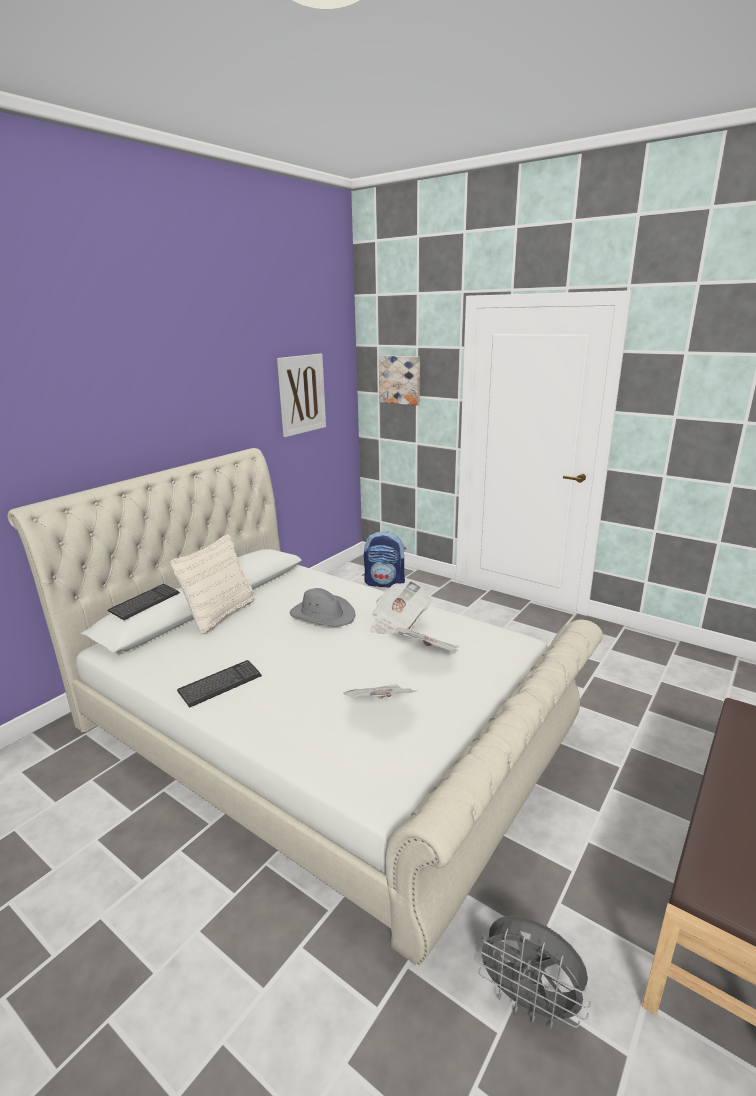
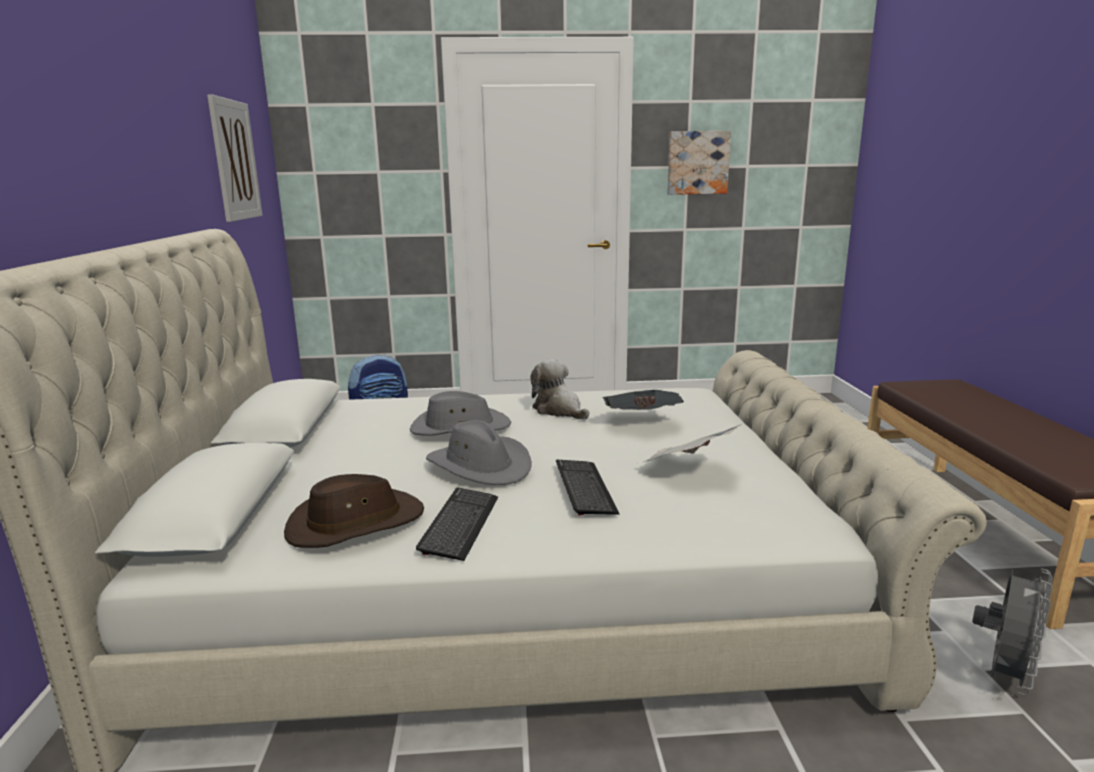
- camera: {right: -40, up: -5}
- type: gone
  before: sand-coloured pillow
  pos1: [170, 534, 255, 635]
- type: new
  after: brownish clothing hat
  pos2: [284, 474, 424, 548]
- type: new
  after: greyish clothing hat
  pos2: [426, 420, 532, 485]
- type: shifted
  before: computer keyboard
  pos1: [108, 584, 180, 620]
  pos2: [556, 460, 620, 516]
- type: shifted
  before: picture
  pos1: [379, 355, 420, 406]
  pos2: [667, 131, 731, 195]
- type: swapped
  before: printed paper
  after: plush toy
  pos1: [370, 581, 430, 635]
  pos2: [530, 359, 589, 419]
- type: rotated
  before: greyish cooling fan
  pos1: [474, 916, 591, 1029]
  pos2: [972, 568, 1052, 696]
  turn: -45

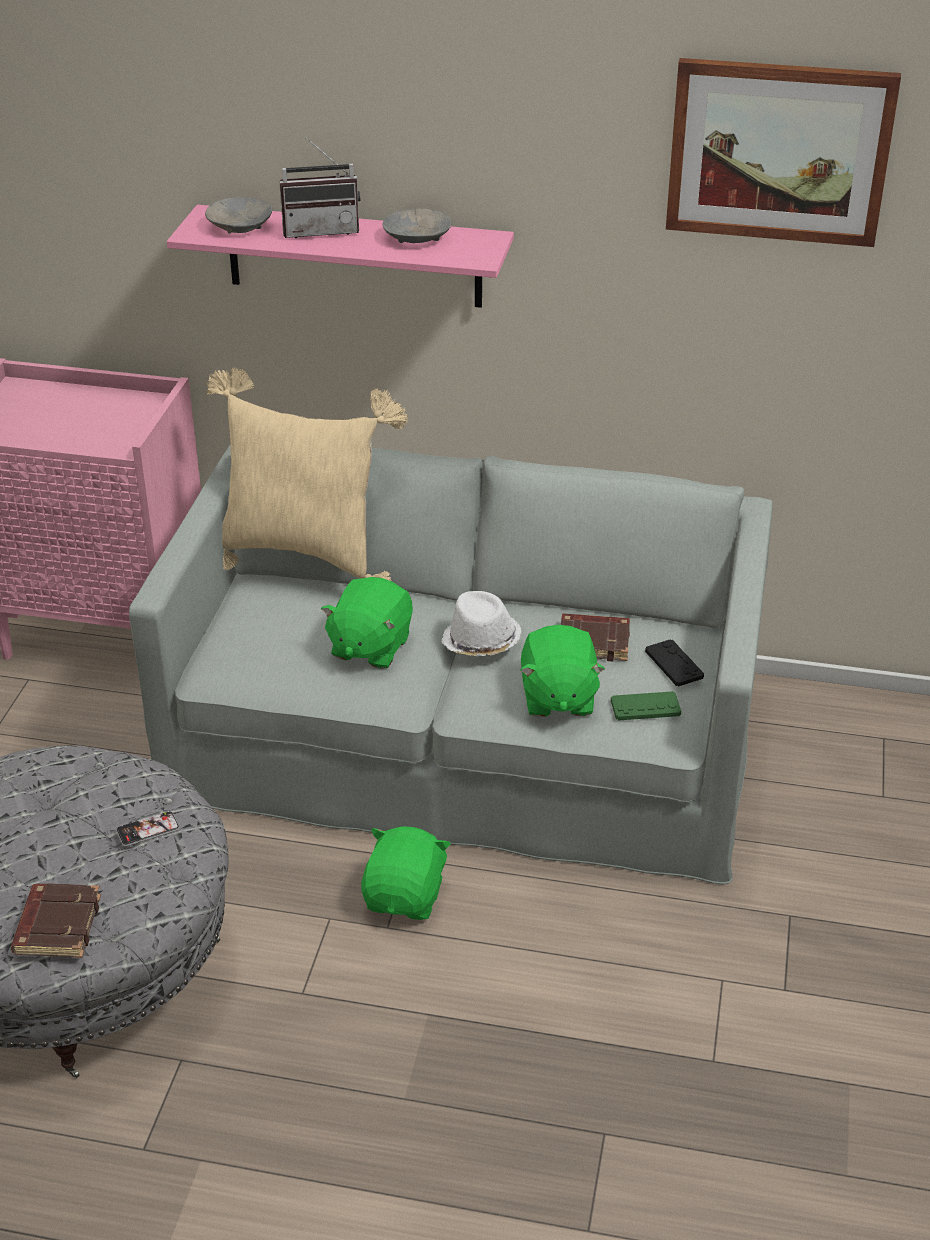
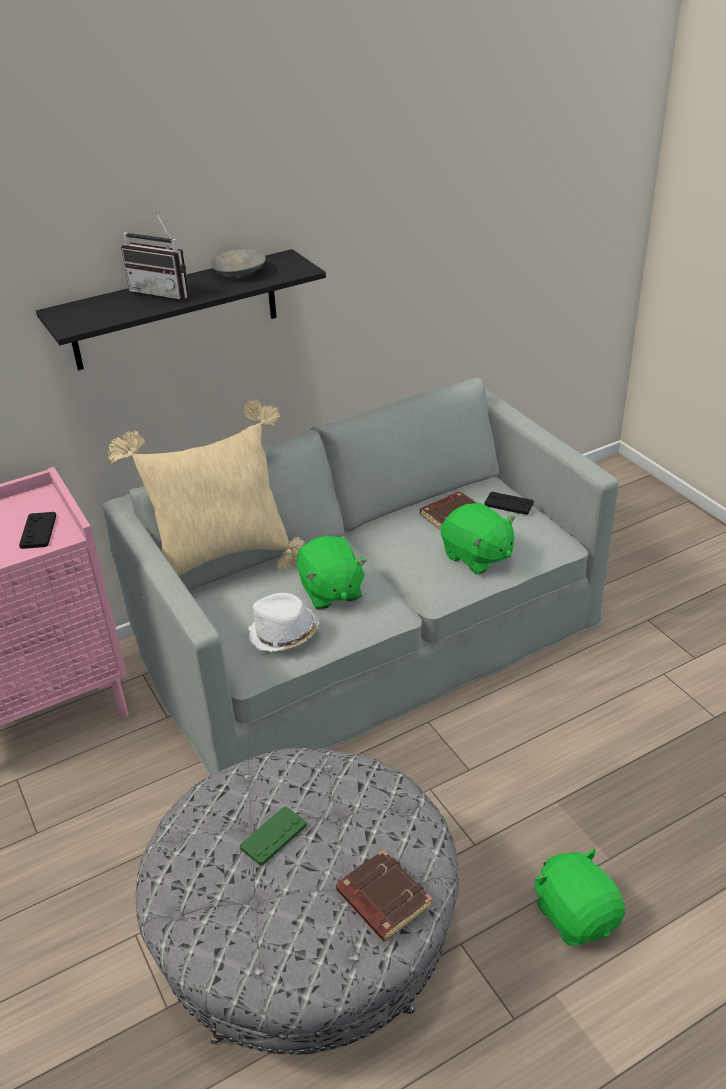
- camera: {right: -40, up: 0}
- type: gone
  before: telephone
  pos1: [116, 811, 180, 847]
- type: gone
  before: greyish bowl
  pos1: [205, 197, 272, 234]
- type: gone
  before: picture
  pos1: [666, 58, 901, 247]
- type: new
  after: blackish game controller
  pos2: [19, 512, 56, 549]
- type: shifted
  before: green-coloured plush toy
  pos1: [361, 826, 451, 920]
  pos2: [534, 848, 625, 946]
- type: shifted
  before: white-coloured clothing hat
  pos1: [441, 591, 521, 656]
  pos2: [249, 593, 319, 652]
- type: shifted
  before: green-coloured game controller
  pos1: [611, 691, 681, 721]
  pos2: [240, 807, 307, 866]
- type: repainted
  before: pink shelf
  after: blackish shelf
  pos1: [167, 205, 514, 308]
  pos2: [36, 249, 326, 370]
- type: rotated
  before: radio
  pos1: [279, 137, 360, 238]
  pos2: [121, 211, 189, 300]
  turn: 75

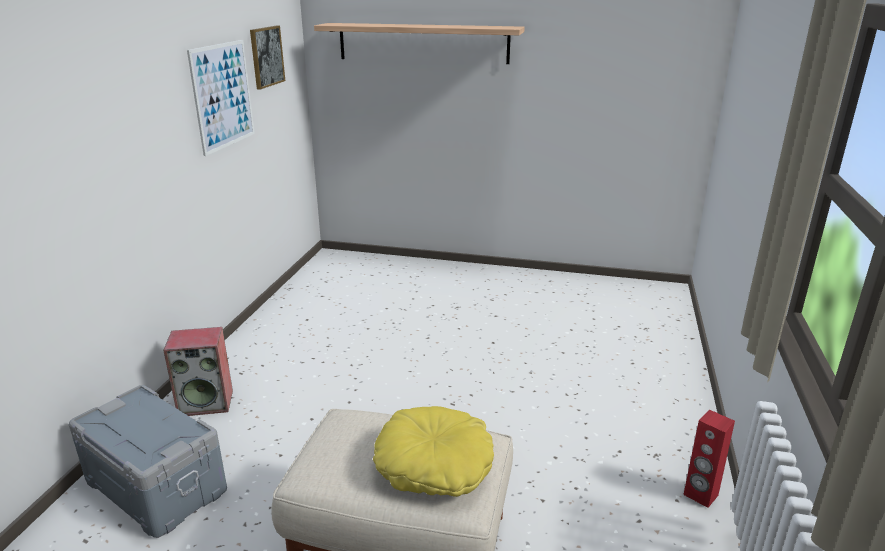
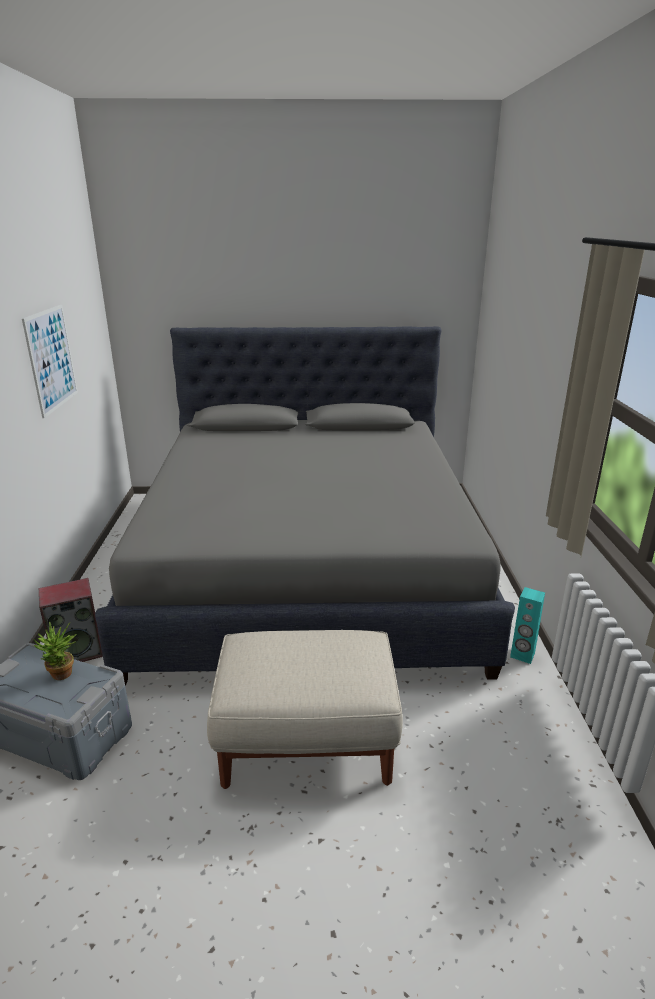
- camera: {right: -15, up: 0}
- type: gone
  before: picture
  pos1: [250, 26, 285, 89]
- type: gone
  before: shelf
  pos1: [314, 23, 525, 64]
- type: gone
  before: yellow-coloured pillow
  pos1: [373, 406, 494, 497]
- type: new
  after: potted plant
  pos2: [34, 622, 77, 680]
- type: new
  after: greyish bedroom bed
  pos2: [95, 326, 515, 686]
- type: repainted
  before: red-coloured speaker
  after: blue-green speaker
  pos1: [683, 410, 735, 508]
  pos2: [510, 587, 545, 664]

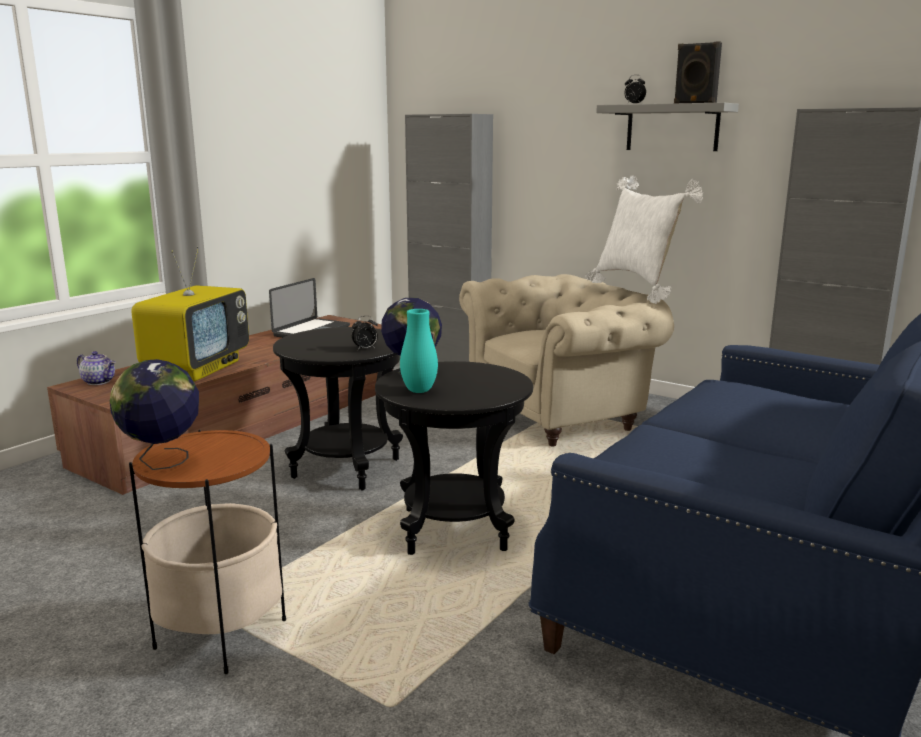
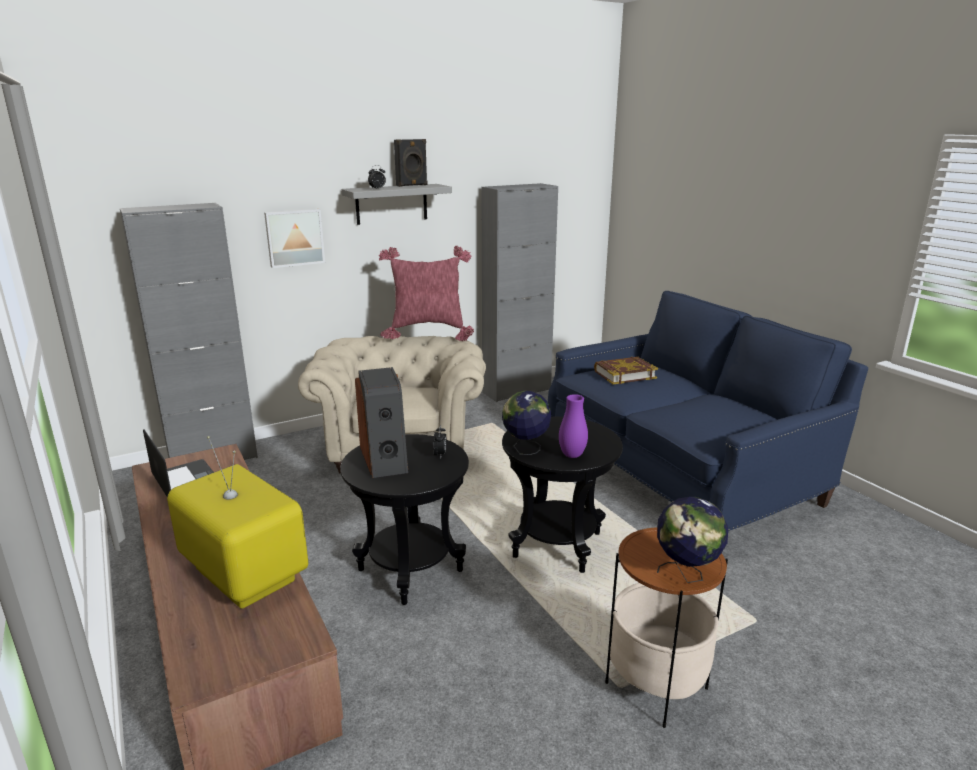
- camera: {right: -65, up: 5}
- type: gone
  before: tea pot
  pos1: [77, 351, 116, 385]
- type: new
  after: picture
  pos2: [264, 209, 325, 268]
- type: new
  after: speaker
  pos2: [355, 367, 408, 478]
- type: new
  after: bound book
  pos2: [594, 357, 658, 385]
- type: repainted
  before: blue-green flower vase
  after: purple-coloured flower vase
  pos1: [400, 309, 438, 393]
  pos2: [559, 394, 588, 458]
- type: repainted
  before: white-coloured pillow
  after: red-coloured pillow
  pos1: [585, 175, 703, 304]
  pos2: [379, 245, 474, 341]

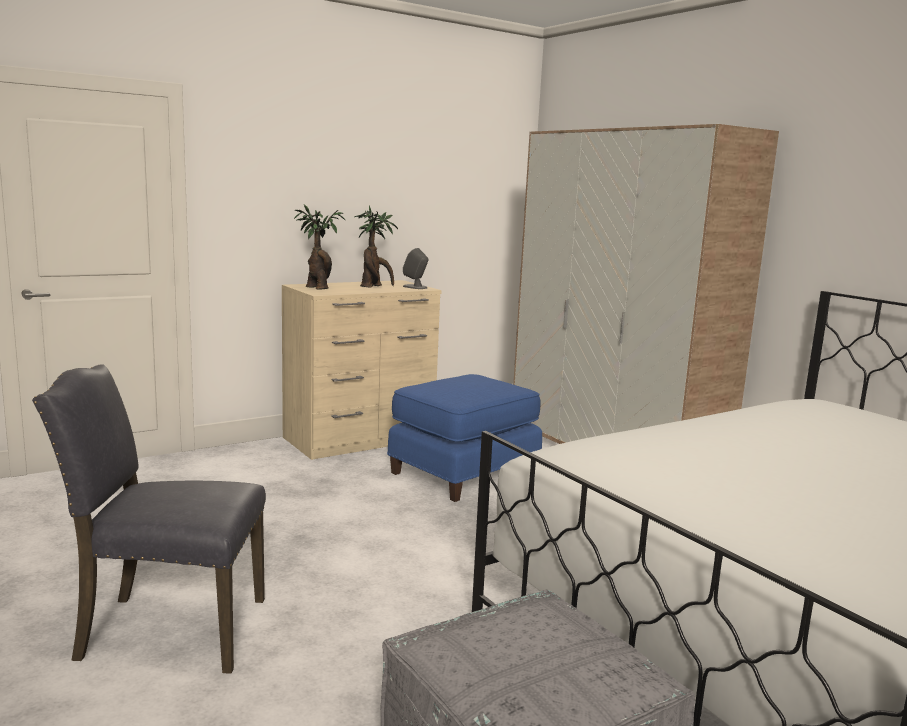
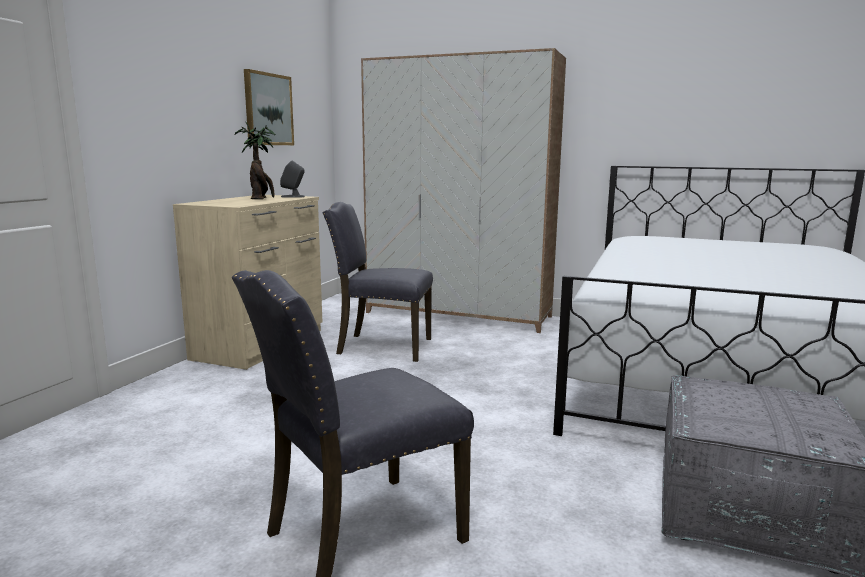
- camera: {right: -35, up: 0}
- type: gone
  before: potted plant
  pos1: [294, 204, 346, 290]
- type: new
  after: picture
  pos2: [244, 69, 294, 145]
- type: swapped
  before: bluish footrest
  after: greyish chair
  pos1: [387, 374, 542, 502]
  pos2: [323, 202, 433, 362]

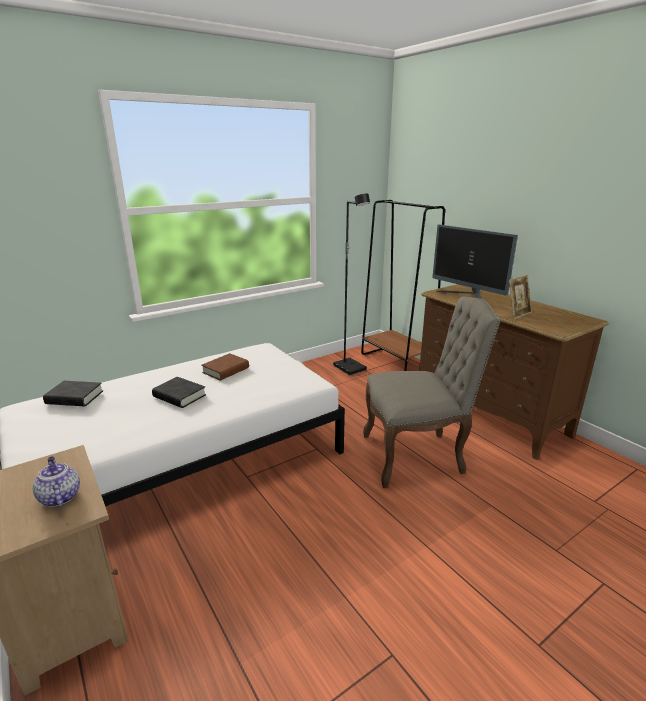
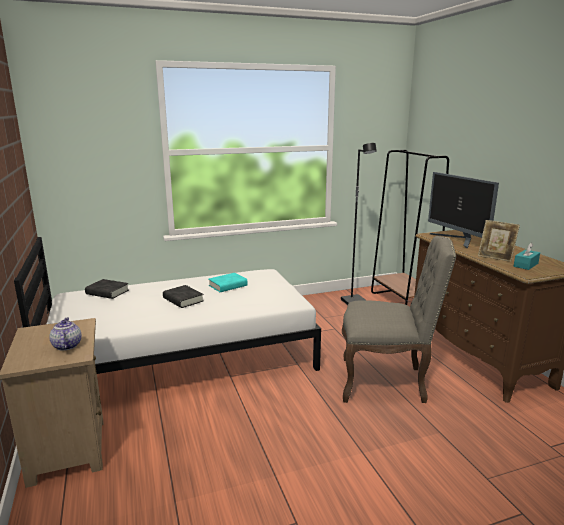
- camera: {right: 15, up: -5}
- type: new
  after: blue-green tissue box
  pos2: [514, 243, 540, 270]
- type: repainted
  before: brownish bound book
  after: blue-green bound book
  pos1: [201, 353, 249, 381]
  pos2: [209, 273, 248, 292]
- type: rotated
  before: photo frame
  pos1: [509, 275, 532, 319]
  pos2: [478, 220, 520, 262]
  turn: 60

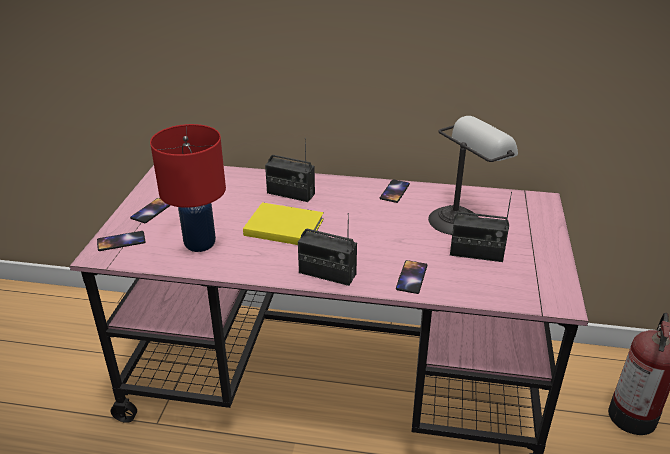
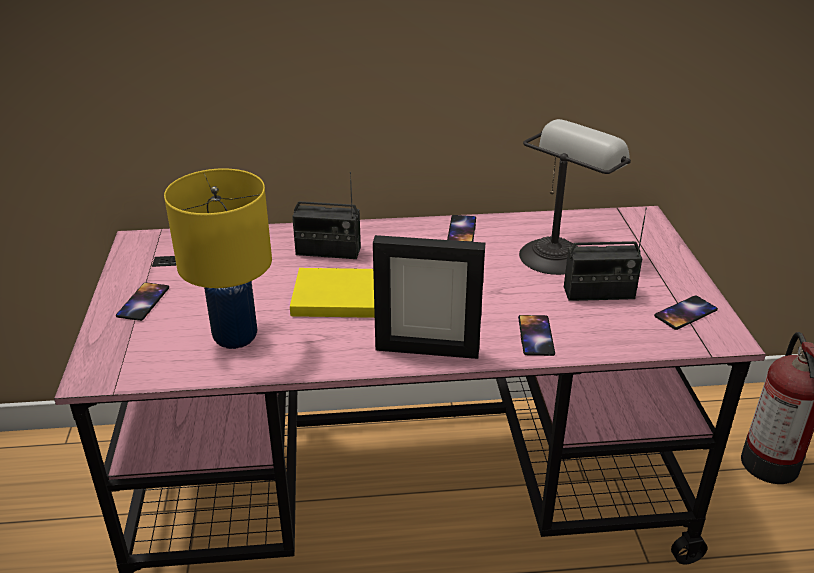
- camera: {right: -15, up: 0}
- type: shifted
  before: telephone
  pos1: [97, 231, 145, 251]
  pos2: [654, 295, 718, 330]
- type: swapped
  before: radio
  after: photo frame
  pos1: [298, 213, 357, 286]
  pos2: [373, 235, 485, 359]
- type: repainted
  before: red-coloured tabletop lamp
  after: yellow-coloured tabletop lamp
  pos1: [150, 124, 226, 252]
  pos2: [164, 168, 272, 349]

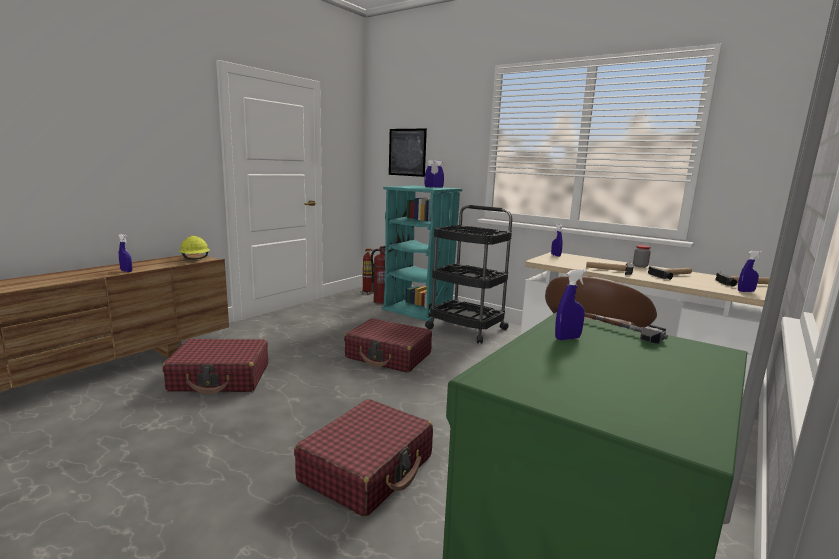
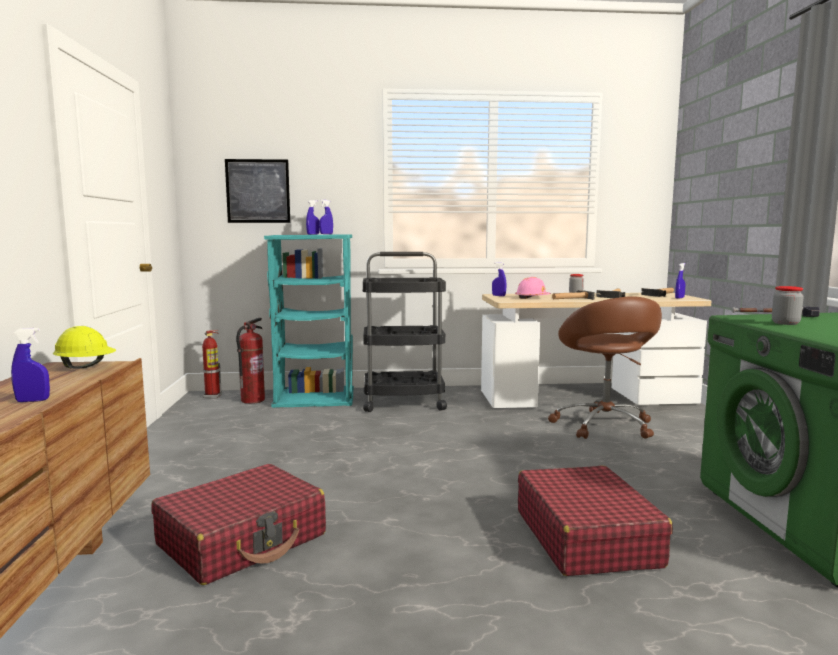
- camera: {right: -40, up: -5}
- type: gone
  before: red-coloured piece of luggage
  pos1: [344, 318, 432, 373]
- type: new
  after: pink safety helmet
  pos2: [515, 277, 551, 299]
- type: swapped
  before: bluish sprayer
  after: storage jar
  pos1: [555, 269, 587, 340]
  pos2: [772, 286, 804, 325]

